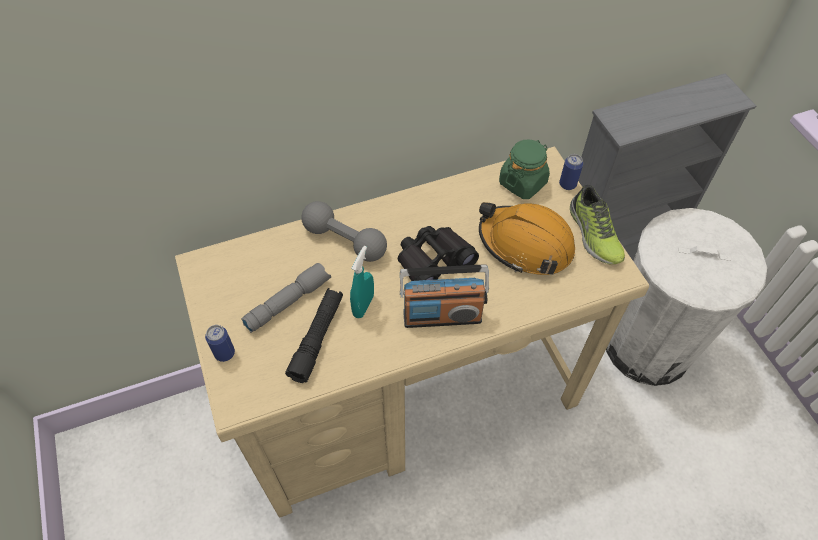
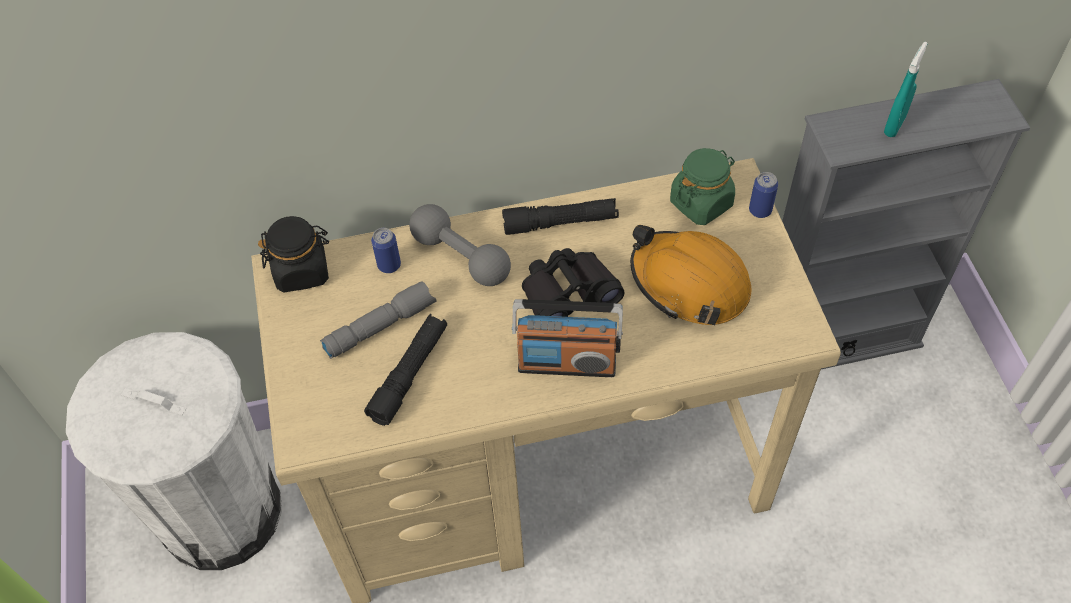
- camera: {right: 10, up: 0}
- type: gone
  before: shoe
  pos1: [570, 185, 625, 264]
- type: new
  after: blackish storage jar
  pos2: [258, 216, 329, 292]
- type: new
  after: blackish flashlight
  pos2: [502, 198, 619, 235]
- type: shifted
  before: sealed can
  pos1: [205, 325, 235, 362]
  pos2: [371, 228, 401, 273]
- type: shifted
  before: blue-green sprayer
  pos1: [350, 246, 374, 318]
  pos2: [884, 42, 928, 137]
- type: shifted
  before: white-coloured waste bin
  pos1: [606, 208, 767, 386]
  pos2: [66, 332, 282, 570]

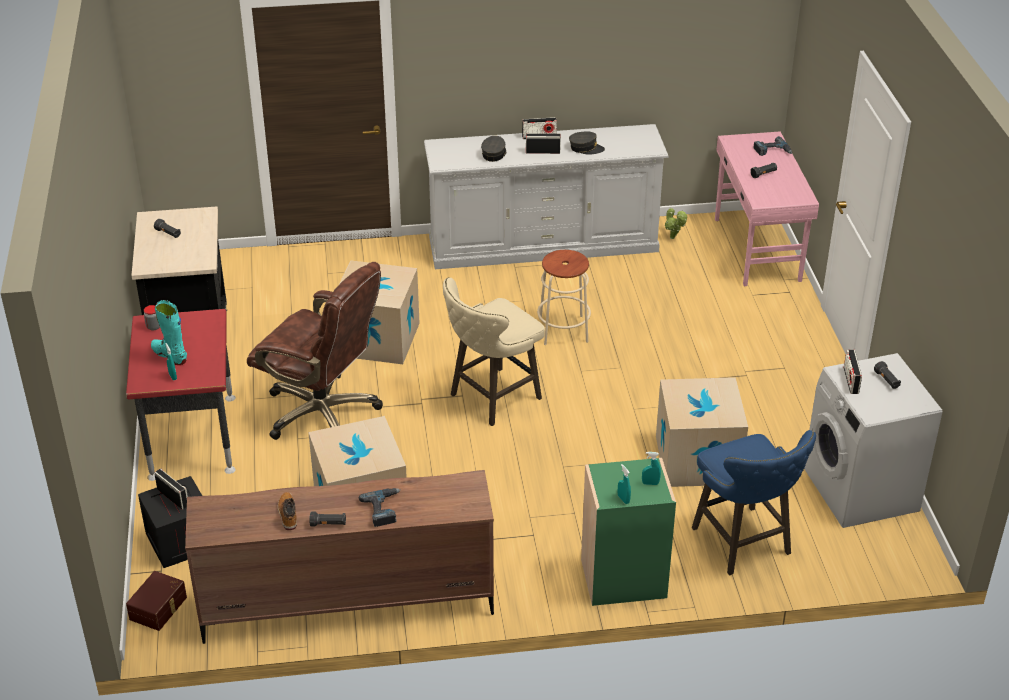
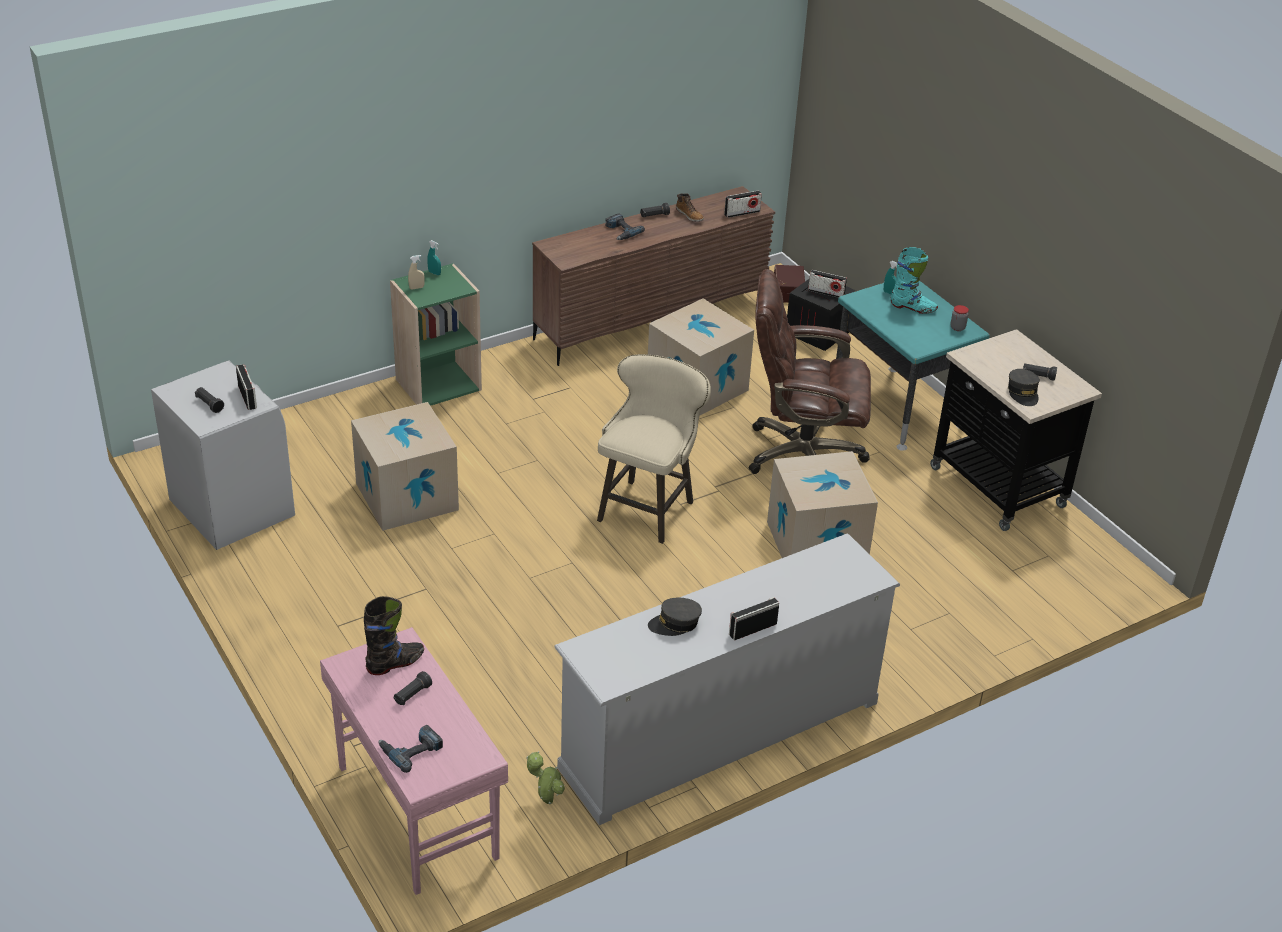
- camera: {right: 155, up: 0}
- type: gone
  before: sand-coloured sitting stool
  pos1: [537, 250, 591, 345]
- type: gone
  before: bluish sitting stool
  pos1: [692, 430, 816, 575]
- type: new
  after: blackish tall boot
  pos2: [364, 596, 424, 675]
- type: shifted
  before: greyish cap
  pos1: [481, 136, 506, 162]
  pos2: [1008, 369, 1040, 406]
- type: shifted
  before: radio
  pos1: [526, 133, 561, 154]
  pos2: [724, 190, 762, 218]
- type: repainted
  before: red-coloured desk unit
  after: blue-green desk unit
  pos1: [126, 309, 236, 481]
  pos2: [836, 281, 990, 451]
- type: repainted
  before: blue-green sprayer
  after: sand-coloured sprayer
  pos1: [642, 452, 661, 485]
  pos2: [408, 255, 425, 290]

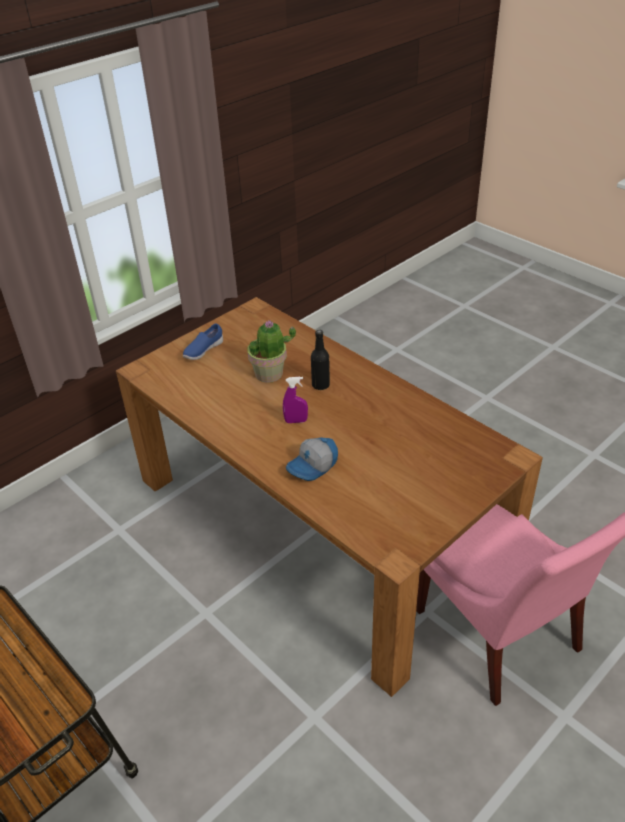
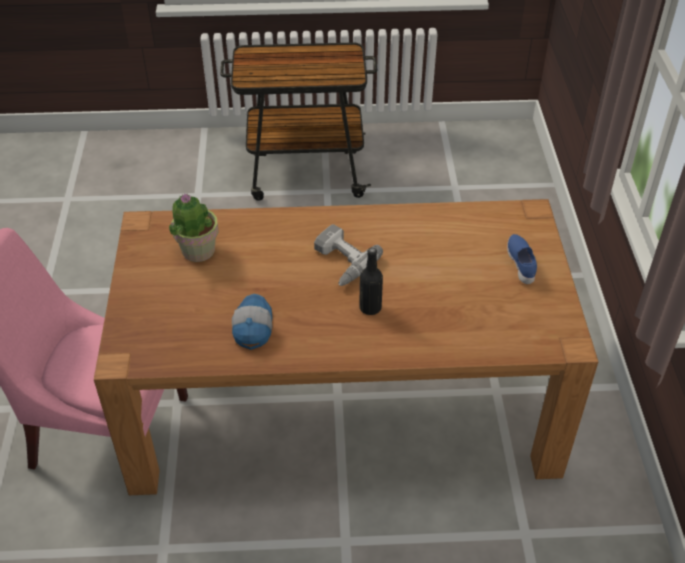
- camera: {right: 130, up: 5}
- type: shifted
  before: potted plant
  pos1: [247, 320, 296, 383]
  pos2: [169, 193, 219, 262]
- type: shifted
  before: cap
  pos1: [286, 437, 338, 481]
  pos2: [232, 294, 272, 350]
- type: swapped
  before: purple-coloured sprayer
  after: drill
  pos1: [283, 377, 308, 423]
  pos2: [314, 224, 383, 286]

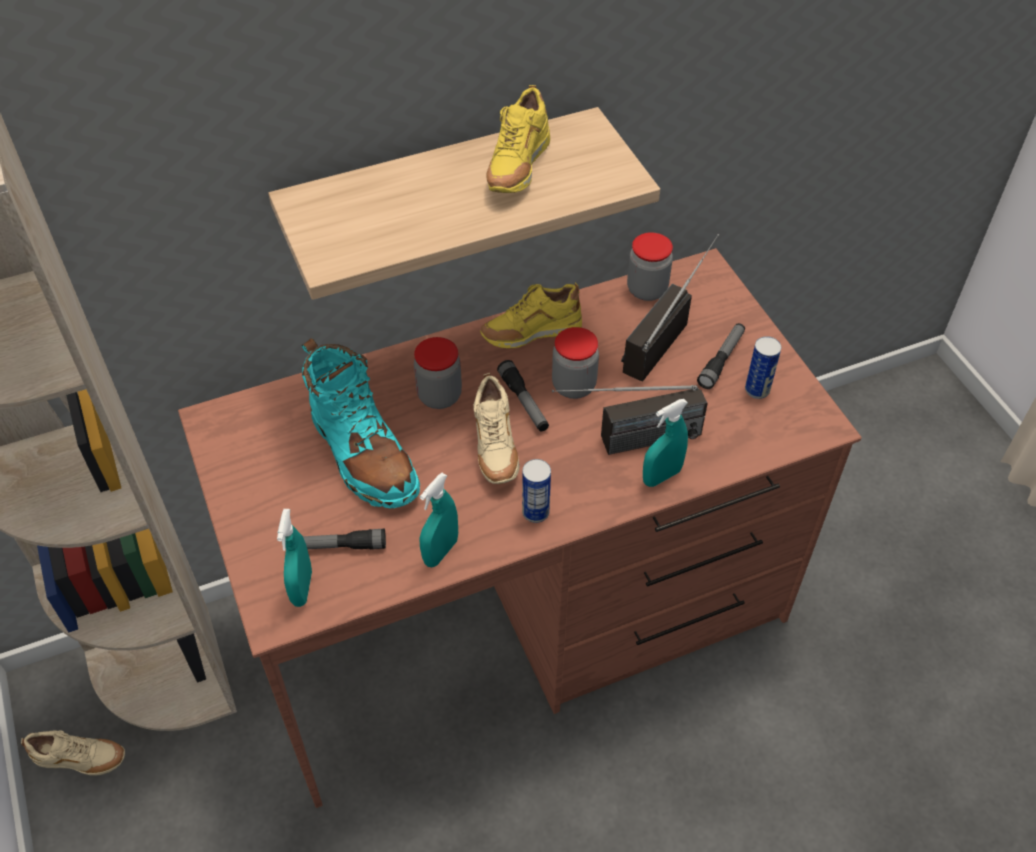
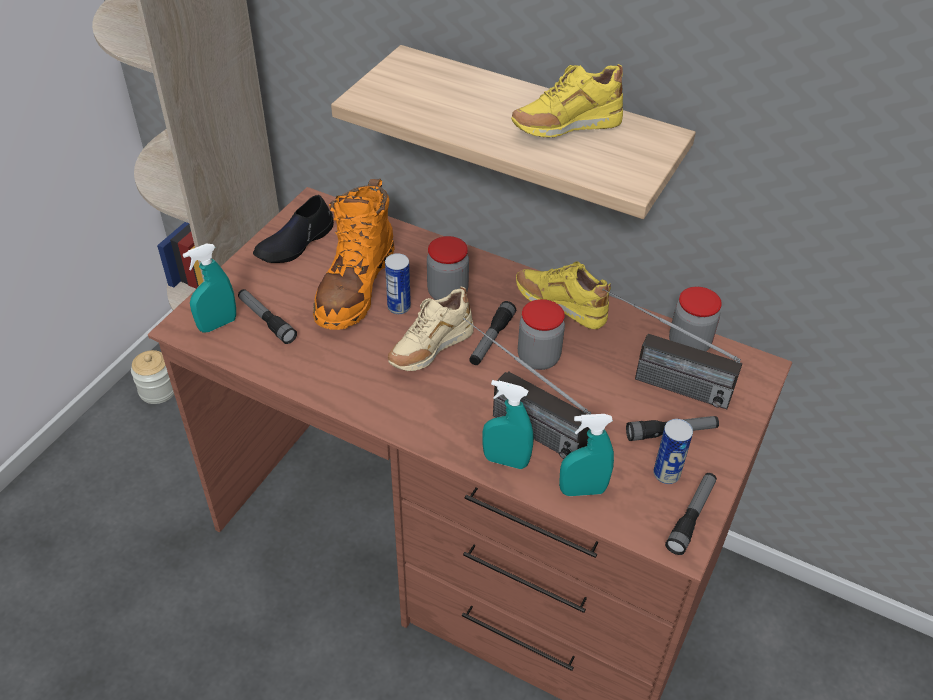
- camera: {right: 50, up: -5}
- type: new
  after: blackish shoe
  pos2: [253, 195, 334, 263]
- type: new
  after: flashlight
  pos2: [665, 473, 717, 555]
- type: shifted
  before: blue-green sprayer
  pos1: [419, 473, 458, 567]
  pos2: [559, 414, 614, 496]
- type: shifted
  before: sealed can
  pos1: [522, 459, 551, 523]
  pos2: [385, 253, 411, 314]
- type: swapped
  before: sand-coloured shoe
  after: storage jar
  pos1: [21, 730, 125, 776]
  pos2: [131, 350, 174, 404]
- type: repainted
  before: blue-green tall boot
  after: orange-coloured tall boot
  pos1: [302, 338, 420, 509]
  pos2: [313, 179, 395, 330]
- type: rotated
  before: radio
  pos1: [621, 234, 719, 381]
  pos2: [603, 288, 743, 409]
  turn: -150

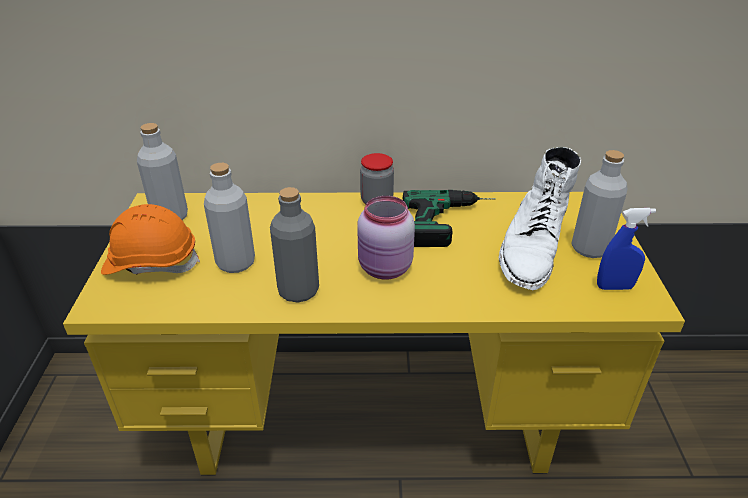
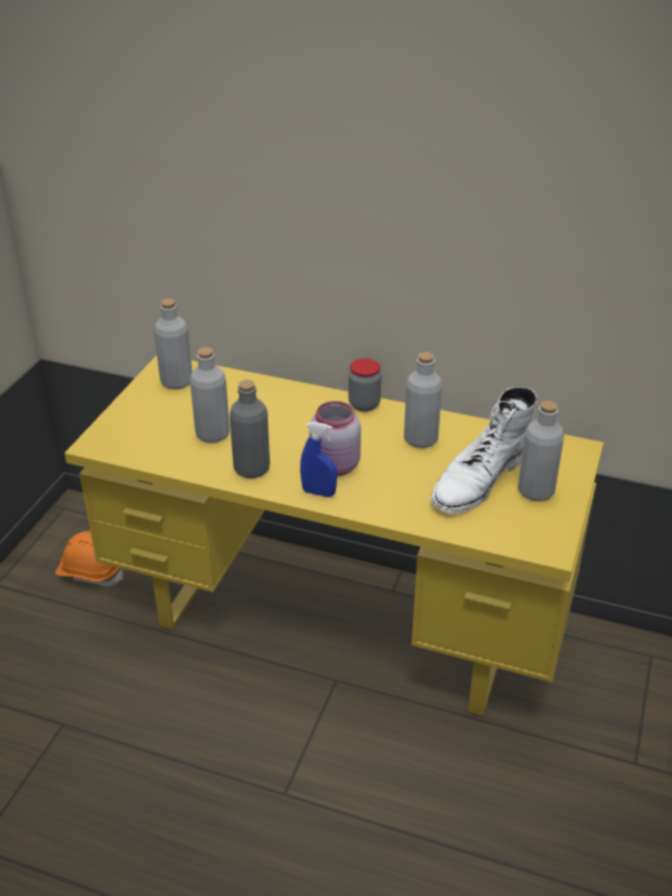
- camera: {right: 20, up: 0}
- type: shifted
  before: orange-coloured safety helmet
  pos1: [101, 204, 200, 275]
  pos2: [55, 531, 124, 586]
- type: shifted
  before: bluish sprayer
  pos1: [597, 208, 656, 290]
  pos2: [300, 422, 337, 497]
- type: swapped
  before: drill
  after: greyish beverage bottle
  pos1: [403, 190, 495, 247]
  pos2: [404, 352, 442, 448]

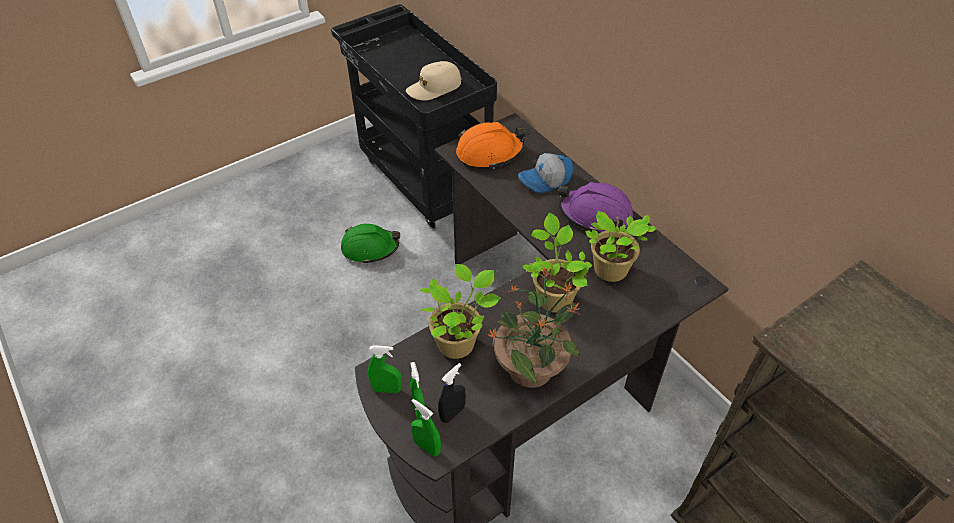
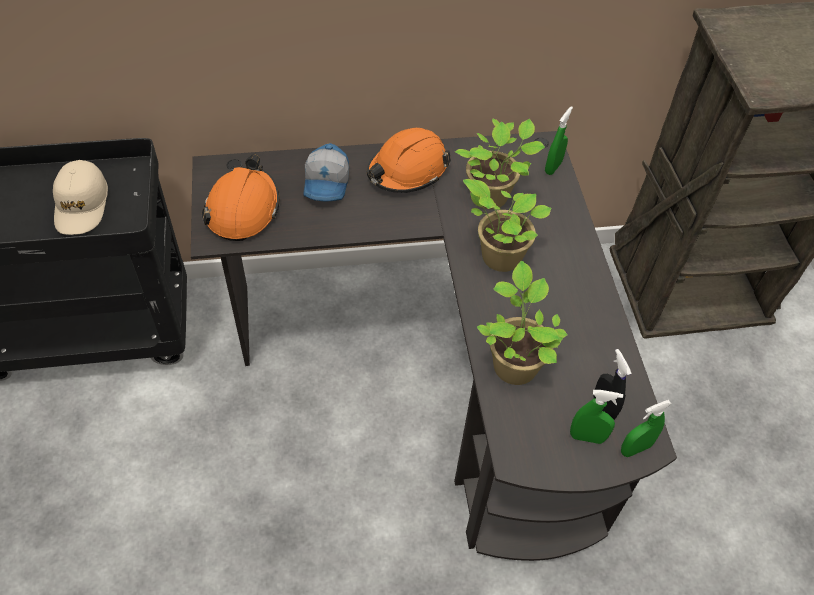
- camera: {right: -65, up: 5}
- type: gone
  before: green-coloured safety helmet
  pos1: [341, 224, 400, 264]
- type: gone
  before: potted plant
  pos1: [487, 266, 580, 388]
- type: shifted
  before: green-coloured sprayer
  pos1: [368, 345, 402, 393]
  pos2: [545, 106, 573, 175]
- type: repainted
  before: purple-coloured safety helmet
  after: orange-coloured safety helmet
  pos1: [558, 182, 633, 232]
  pos2: [367, 128, 451, 193]

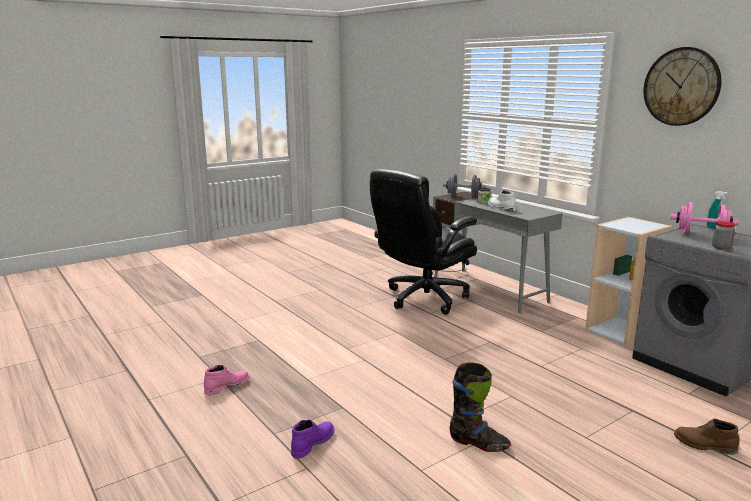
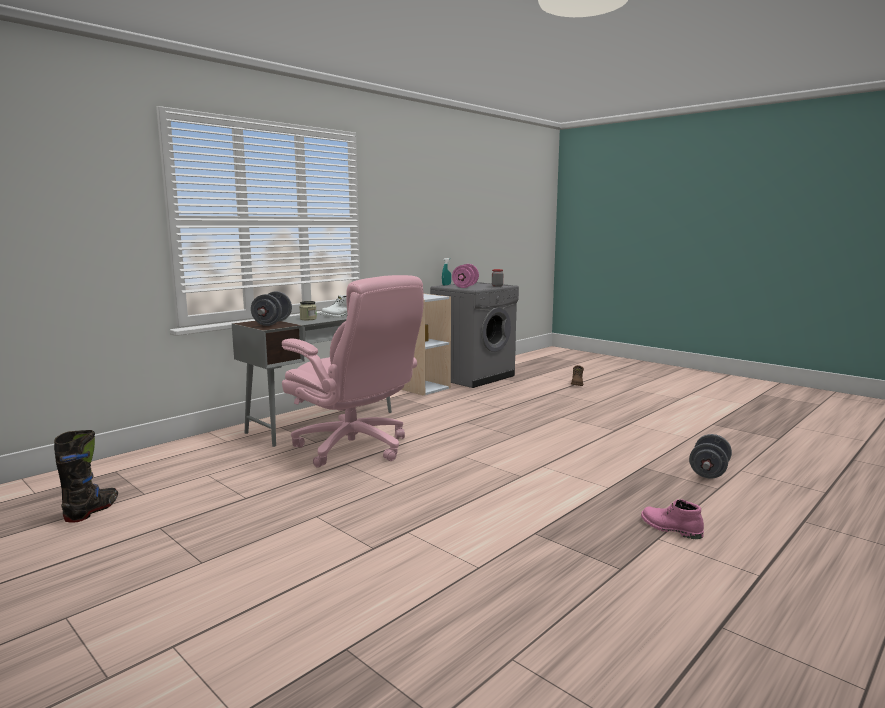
- camera: {right: -100, up: -5}
- type: gone
  before: clock on the wall
  pos1: [644, 47, 722, 126]
- type: shifted
  before: blackish tall boot
  pos1: [450, 363, 511, 452]
  pos2: [54, 430, 118, 523]
- type: swapped
  before: purple-coloured tall boot
  after: greyish free weight
  pos1: [291, 420, 335, 459]
  pos2: [689, 434, 732, 479]
- type: repainted
  before: blackish office chair
  after: pink office chair
  pos1: [370, 168, 477, 315]
  pos2: [282, 275, 424, 468]

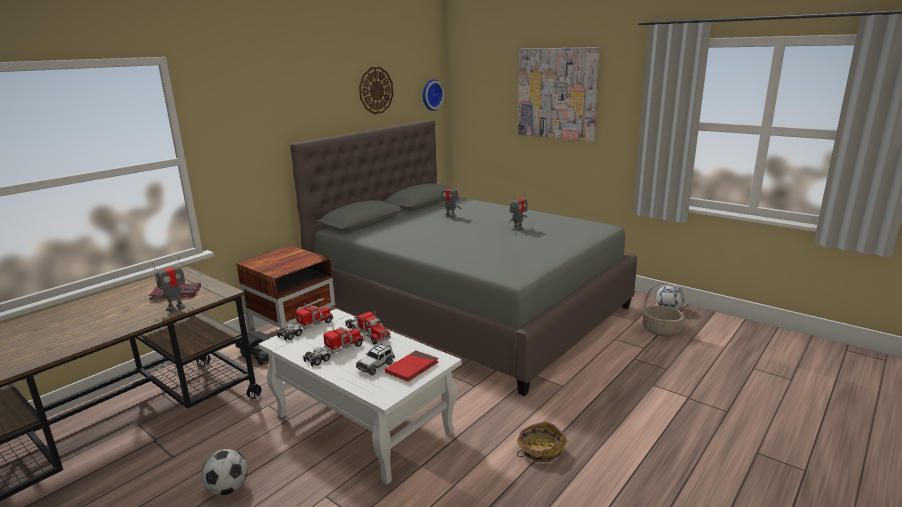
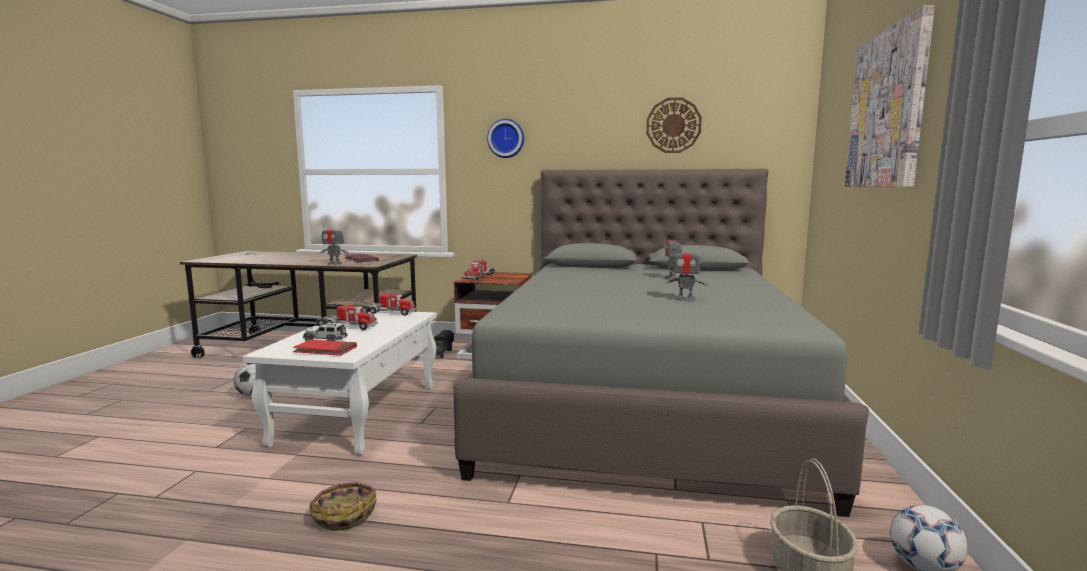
- camera: {right: 60, up: -10}
- type: shifted
  before: toy truck
  pos1: [345, 311, 391, 345]
  pos2: [464, 258, 495, 280]
- type: shifted
  before: clock on the wall
  pos1: [423, 79, 444, 111]
  pos2: [487, 119, 524, 158]

